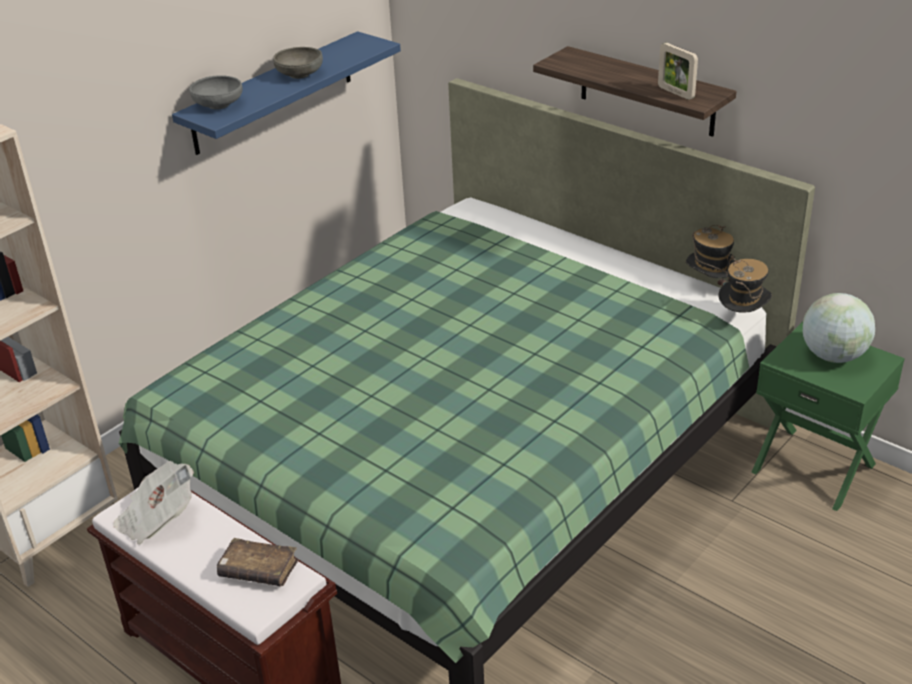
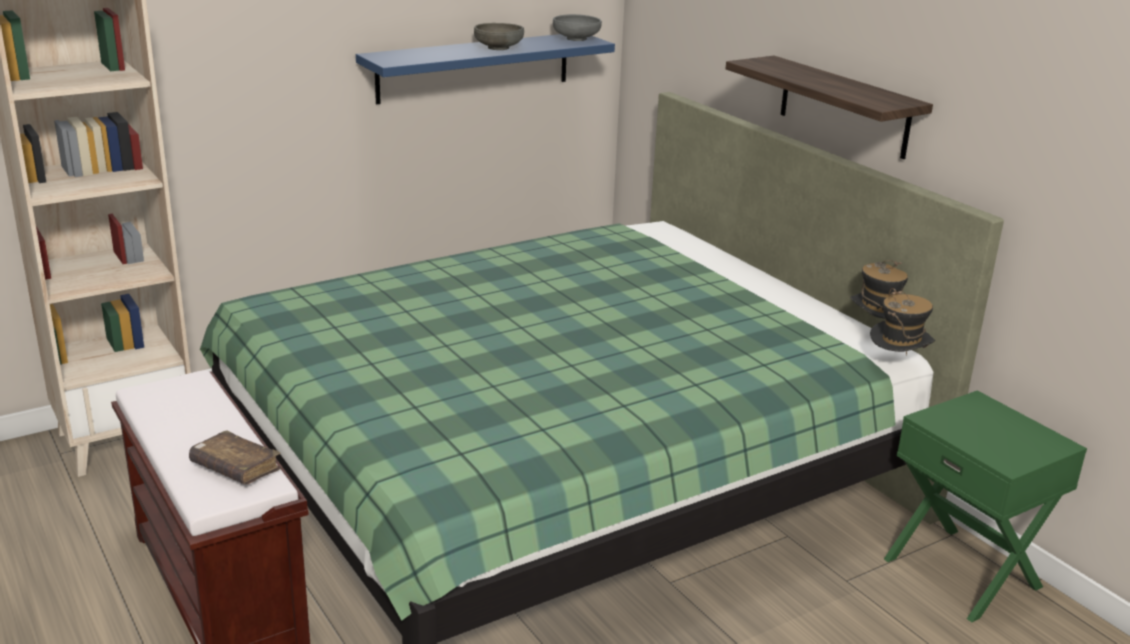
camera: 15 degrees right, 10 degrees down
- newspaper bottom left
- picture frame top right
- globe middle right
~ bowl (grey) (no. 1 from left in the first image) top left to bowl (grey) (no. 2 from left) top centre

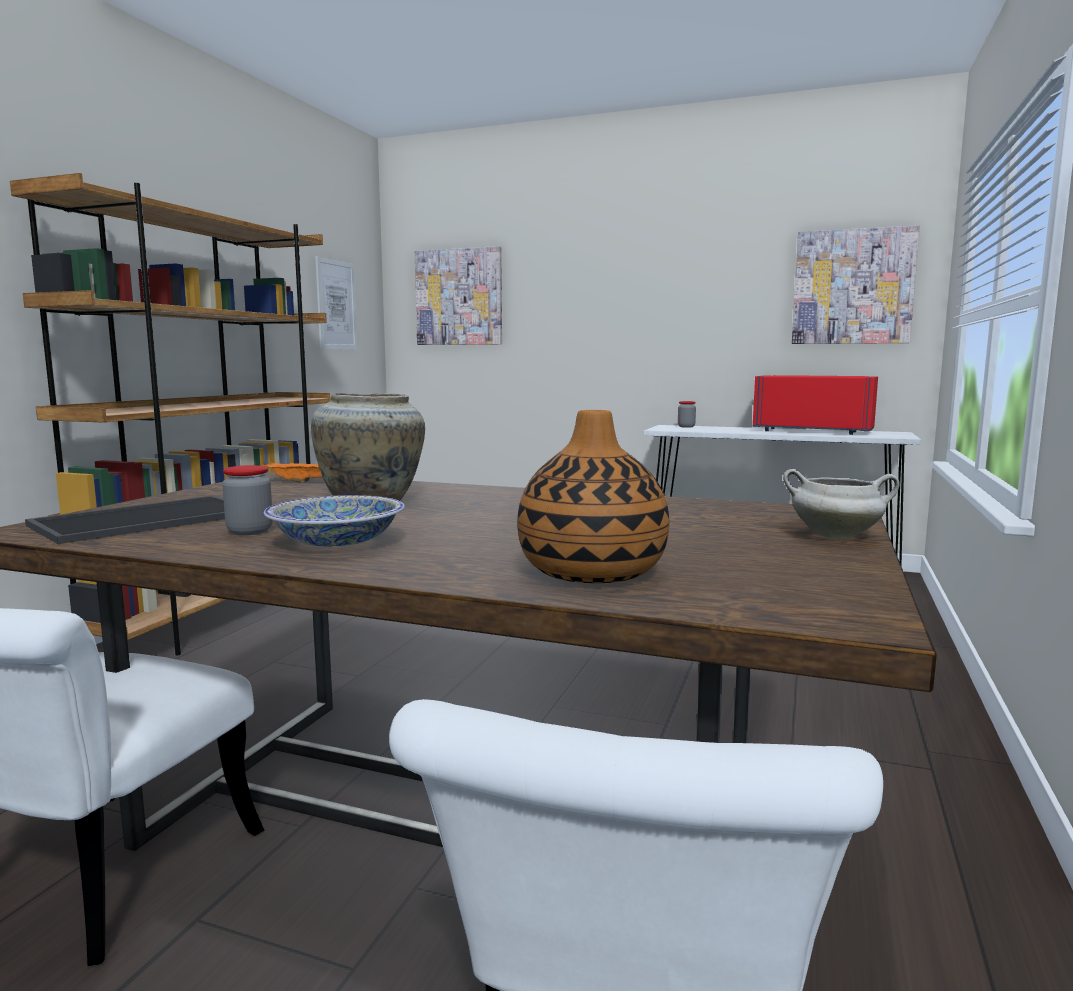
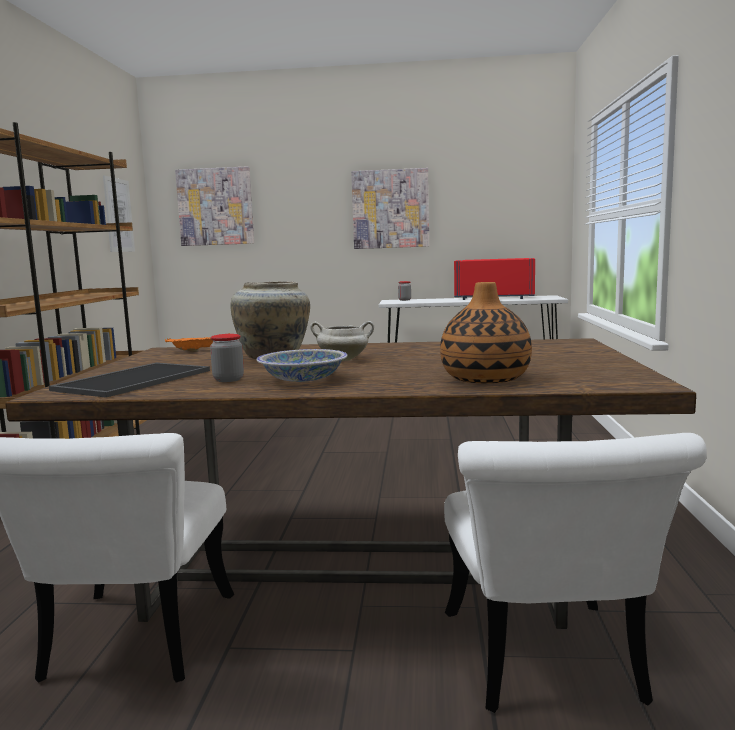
camera: 15 degrees left, 0 degrees up
~ cooking pot (white) middle right to centre
~ picture (no. 3 from left) top right to top centre

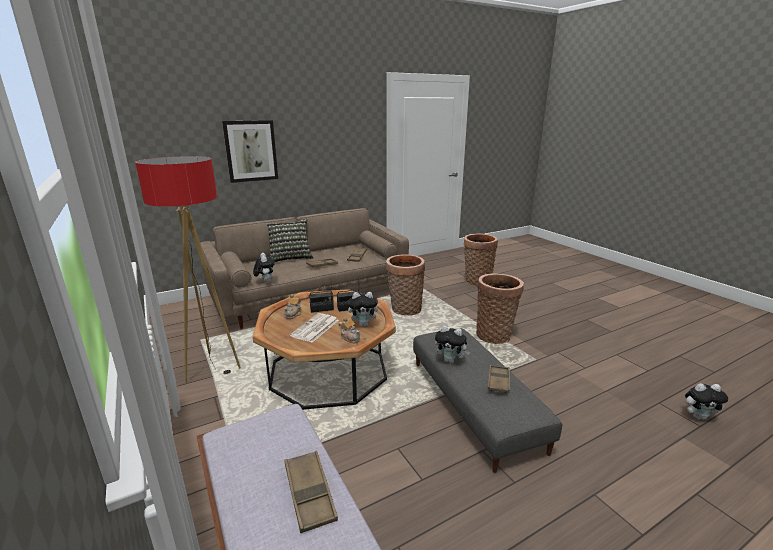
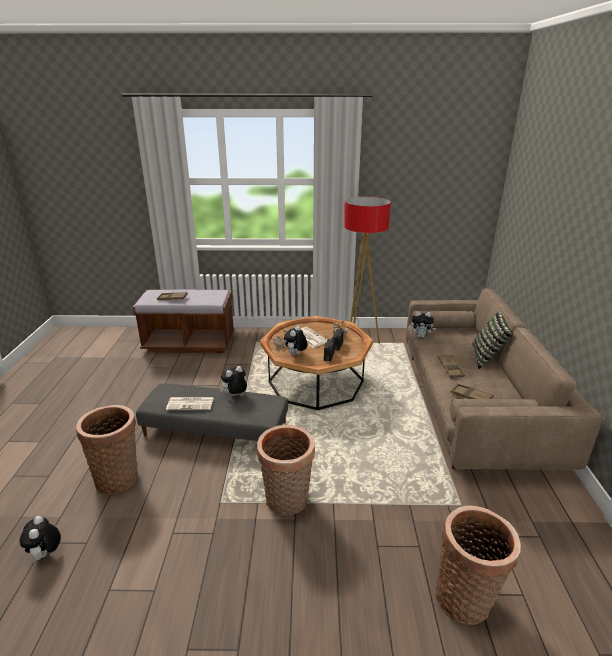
camera: 120 degrees right, 5 degrees up
- picture top left
~ basket (no. 1 from left) centre to bottom left
~ tray (brown) (no. 4 from left) bottom centre to newspaper (no. 1 from left) middle left
~ plush toy (no. 4 from left in the first image) bottom right = bottom left 45 degrees counterclockwise

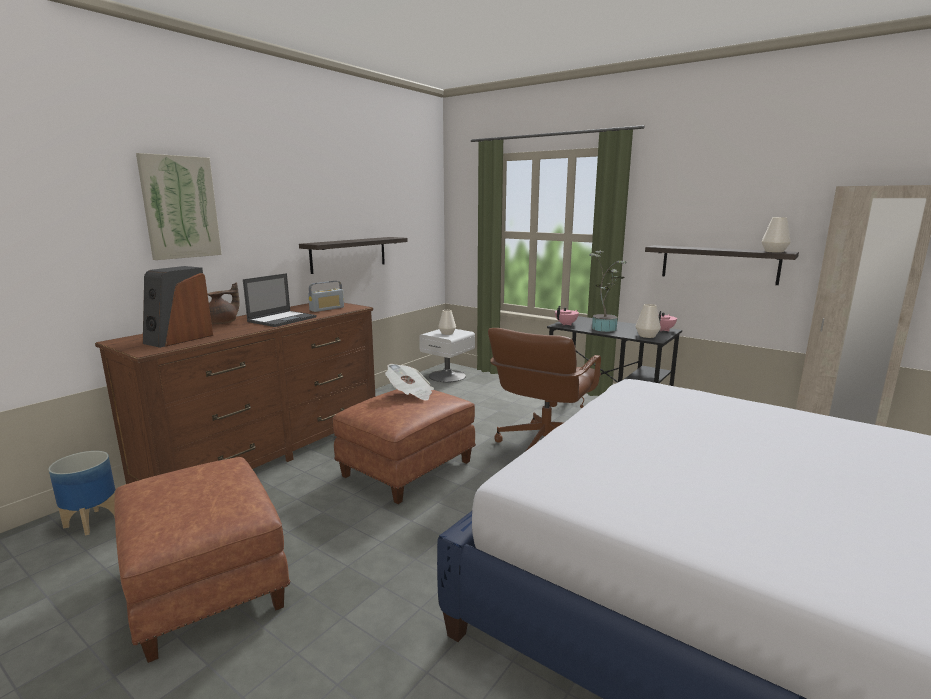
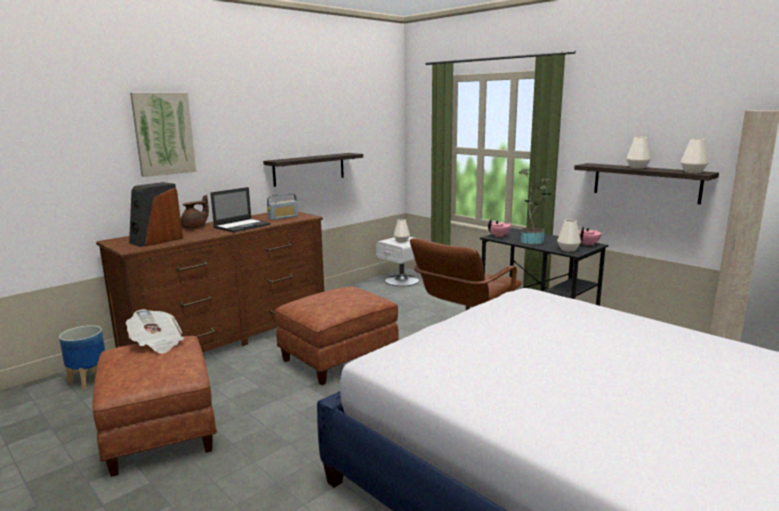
camera: 10 degrees right, 0 degrees up
+ vase (white) (no. 3 from left) top right
~ newspaper centre to middle left

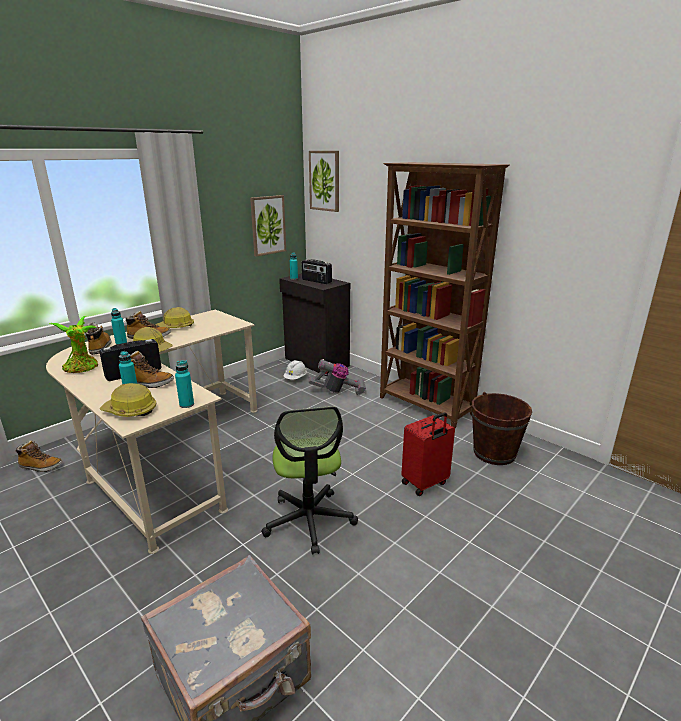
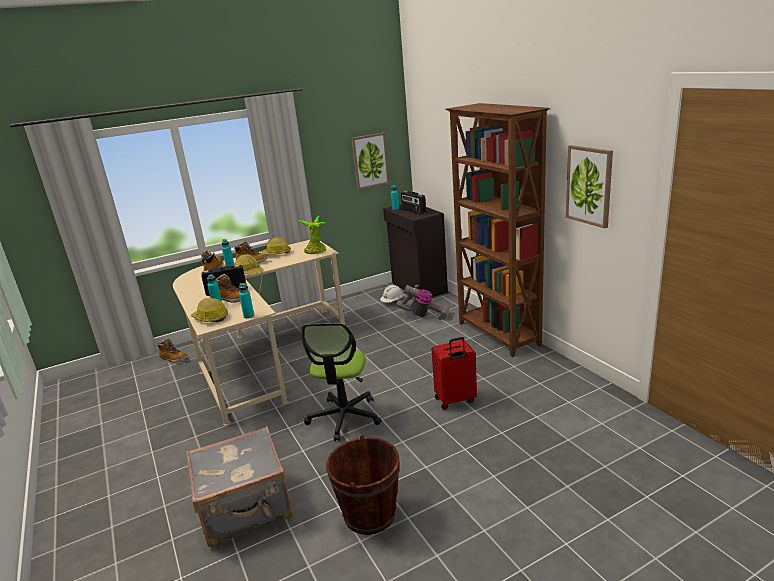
camera: 20 degrees right, 0 degrees up
~ potted plant middle left to centre
~ picture (no. 2 from left) top centre to top right
~ bucket (brown) middle right to bottom centre

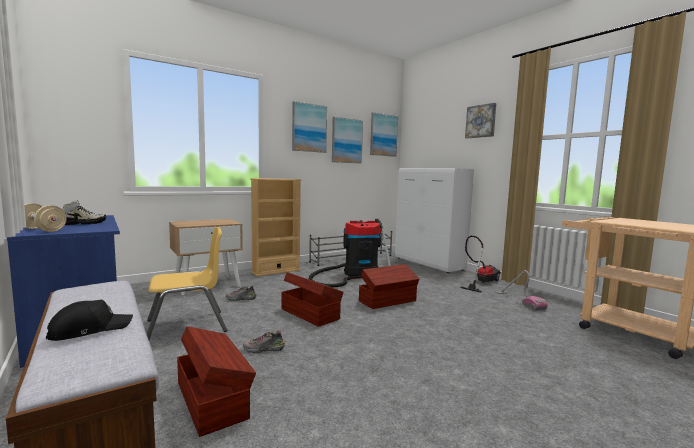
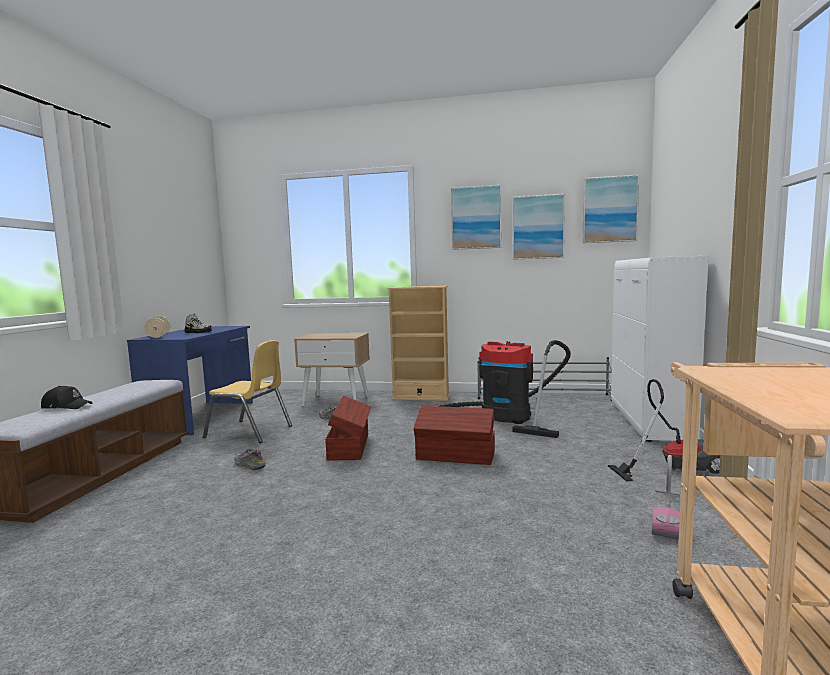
camera: 45 degrees right, 0 degrees up
- storage box (brown) (no. 1 from left) bottom left
- picture (no. 4 from left) top right

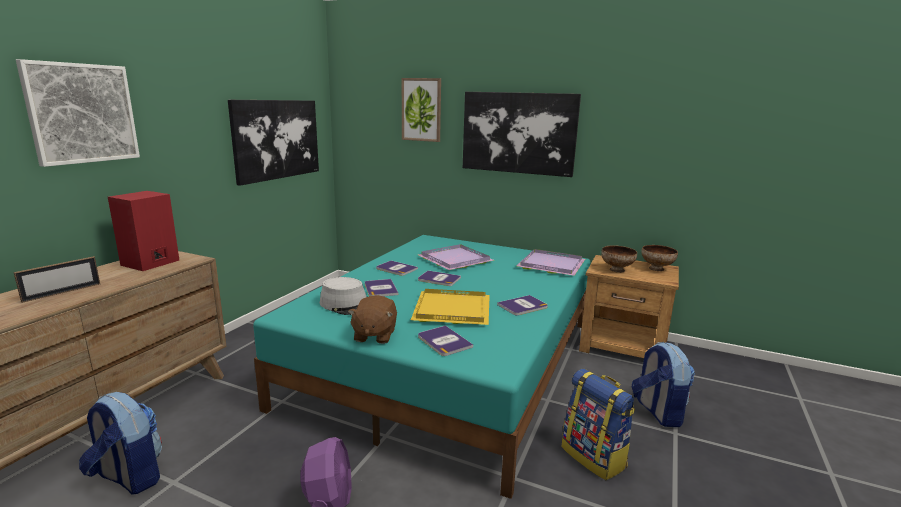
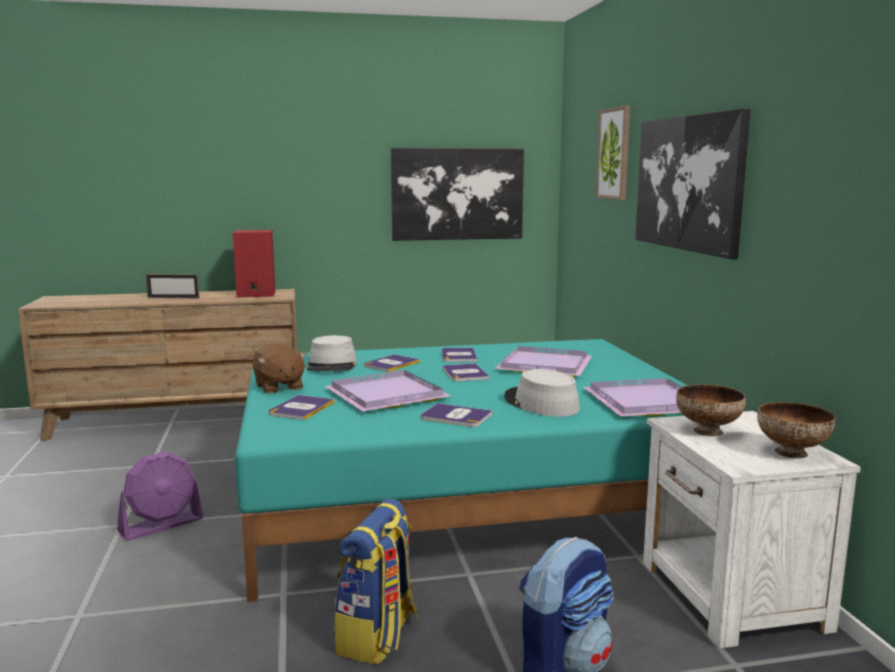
camera: 55 degrees right, 5 degrees down
- picture (no. 1 from left) top left
- backpack (no. 1 from left) bottom left
+ hat (grey) (no. 2 from left) centre
~ tray (yellow) centre to tray (purple) (no. 1 from left) centre
~ nightstand (brown) middle right to nightstand (white) bottom right
~ plush toy (brown) centre = middle left 90 degrees counterclockwise

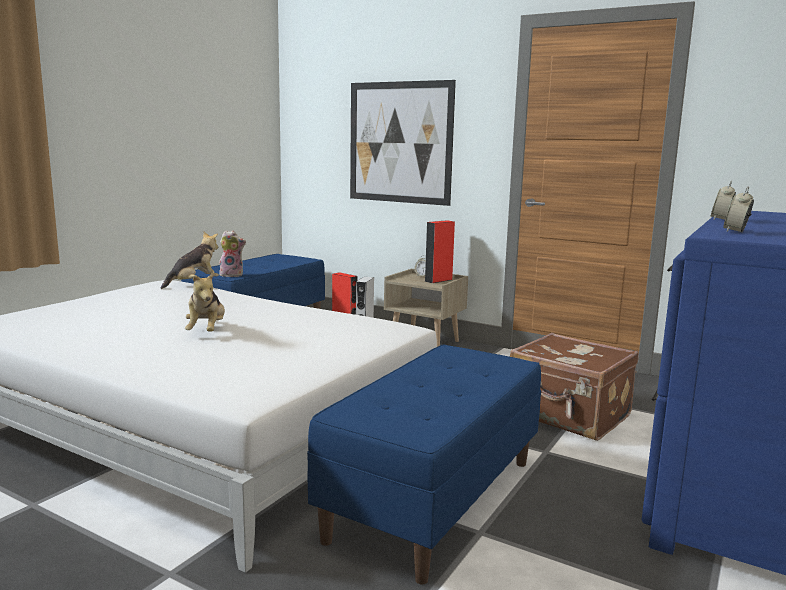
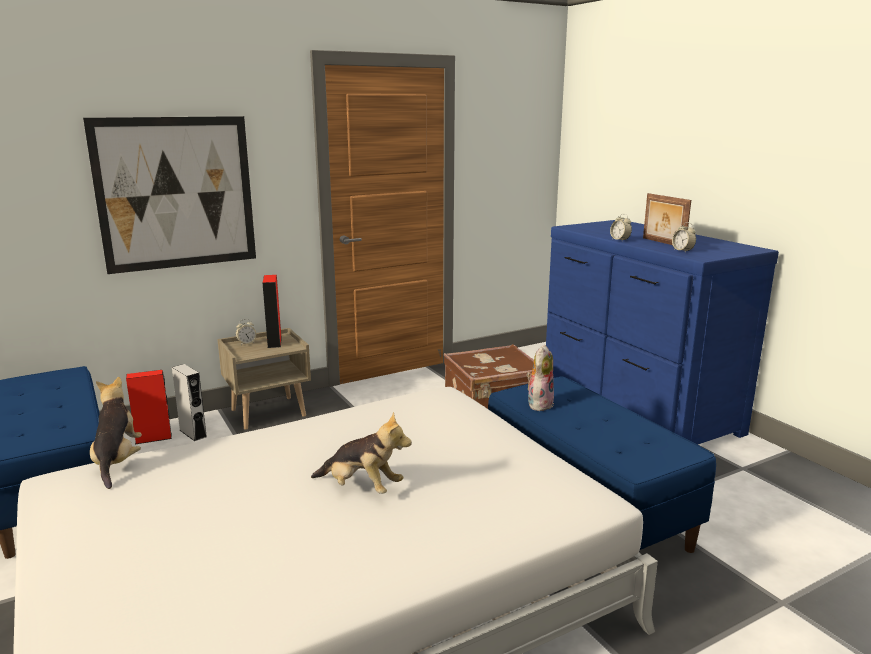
camera: 60 degrees left, 5 degrees up
+ picture frame middle right
~ plush toy (no. 3 from left) middle left to centre

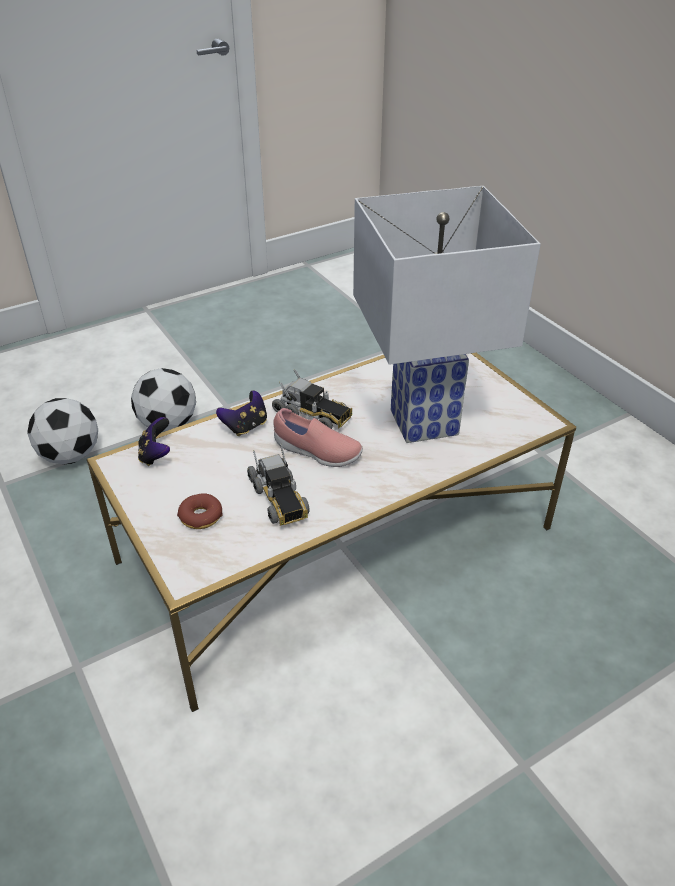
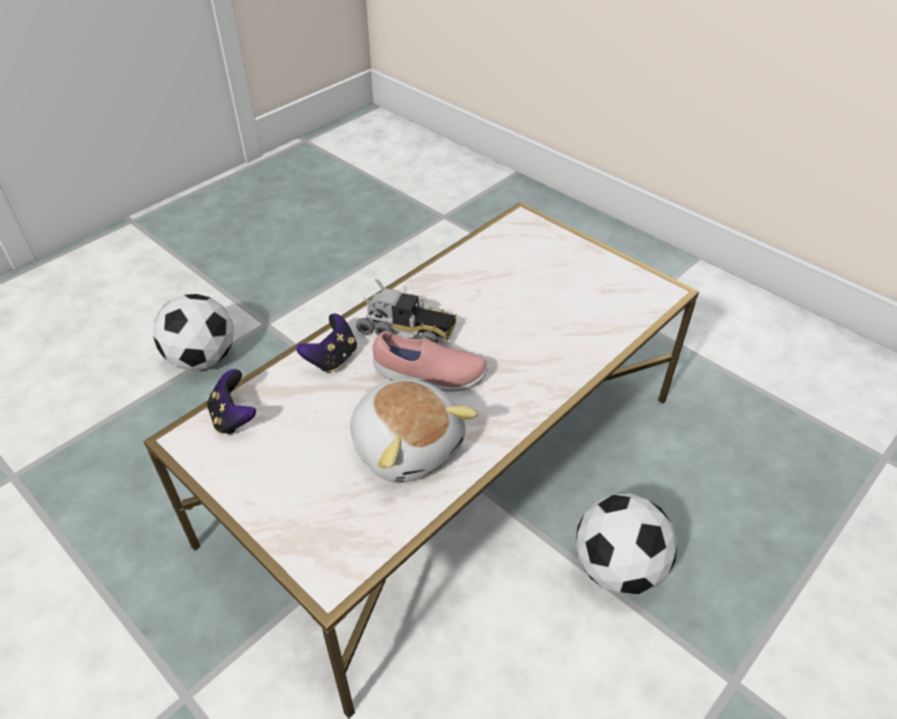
camera: 15 degrees left, 5 degrees up
- donut middle left
- table lamp (white) centre
~ football (no. 1 from left in the first image) middle left to football (no. 2 from left) bottom right
~ toy truck (no. 1 from left) centre to plush toy centre

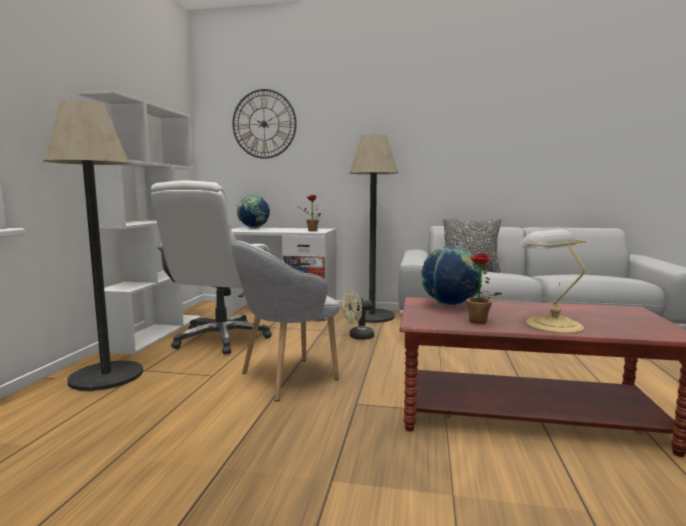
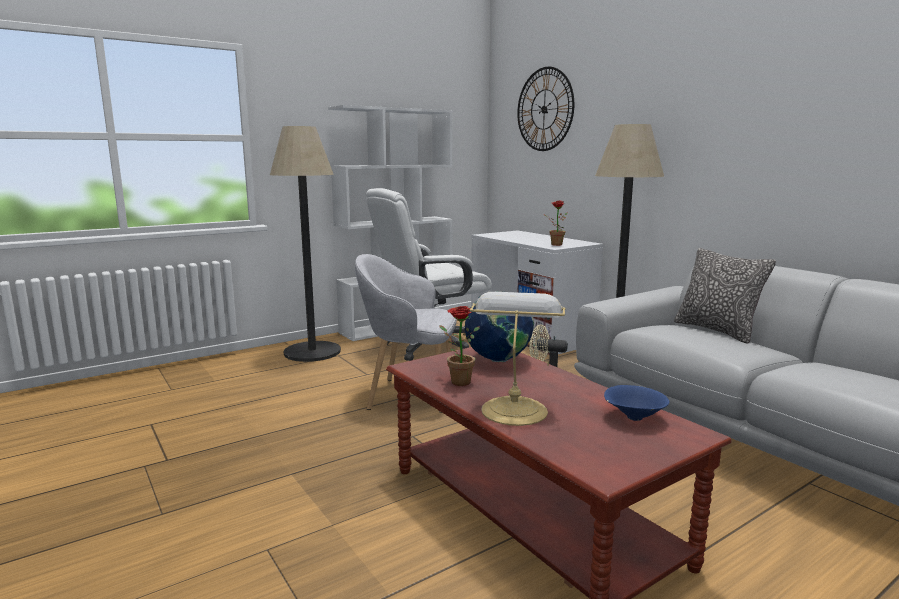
camera: 45 degrees right, 5 degrees up
- globe (no. 1 from left) centre
+ bowl (blue) bottom right

